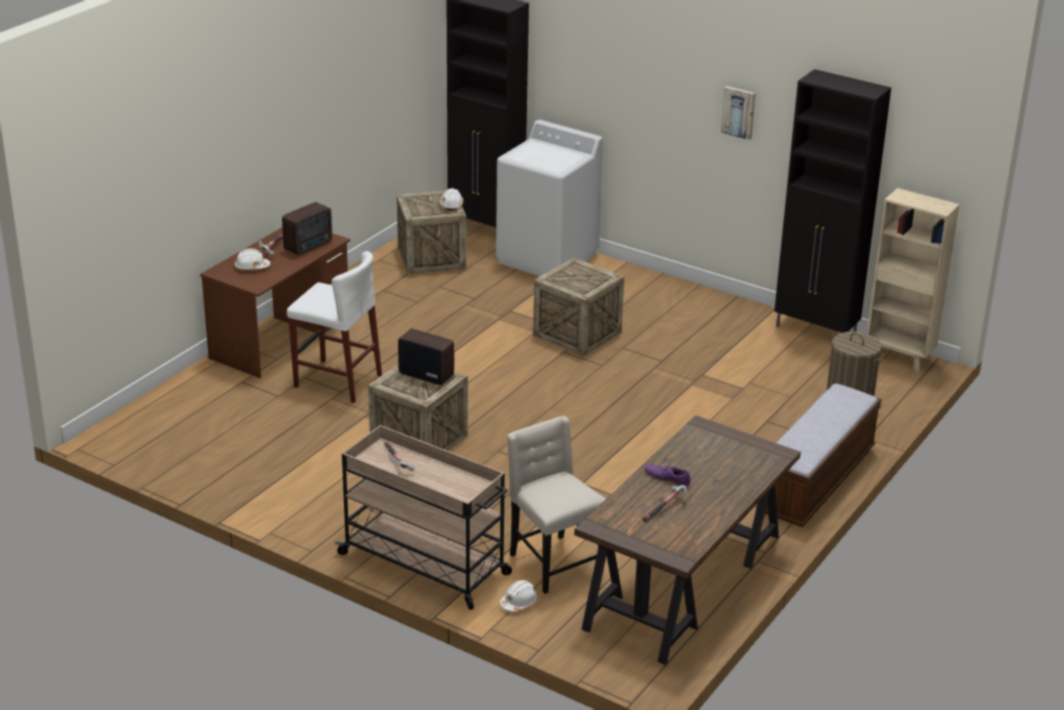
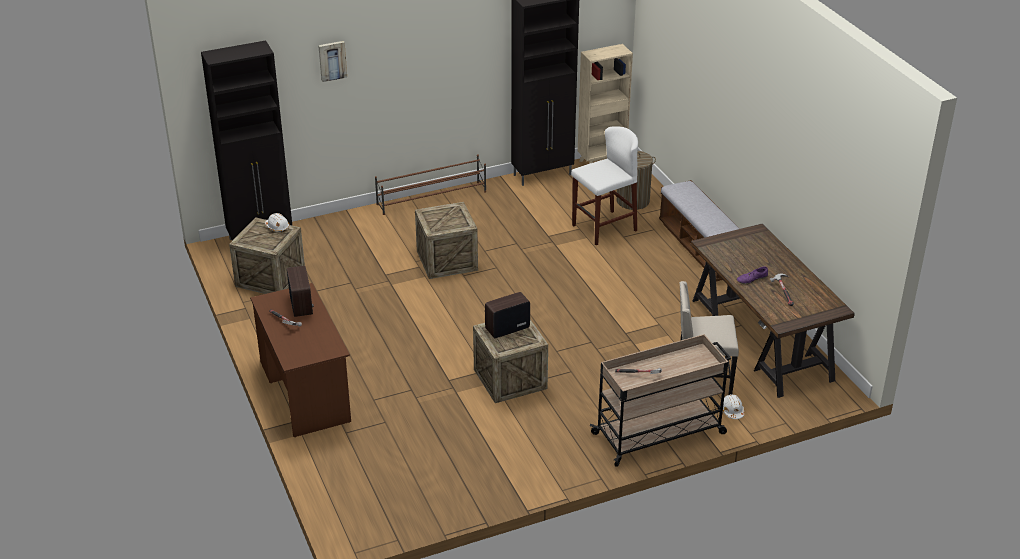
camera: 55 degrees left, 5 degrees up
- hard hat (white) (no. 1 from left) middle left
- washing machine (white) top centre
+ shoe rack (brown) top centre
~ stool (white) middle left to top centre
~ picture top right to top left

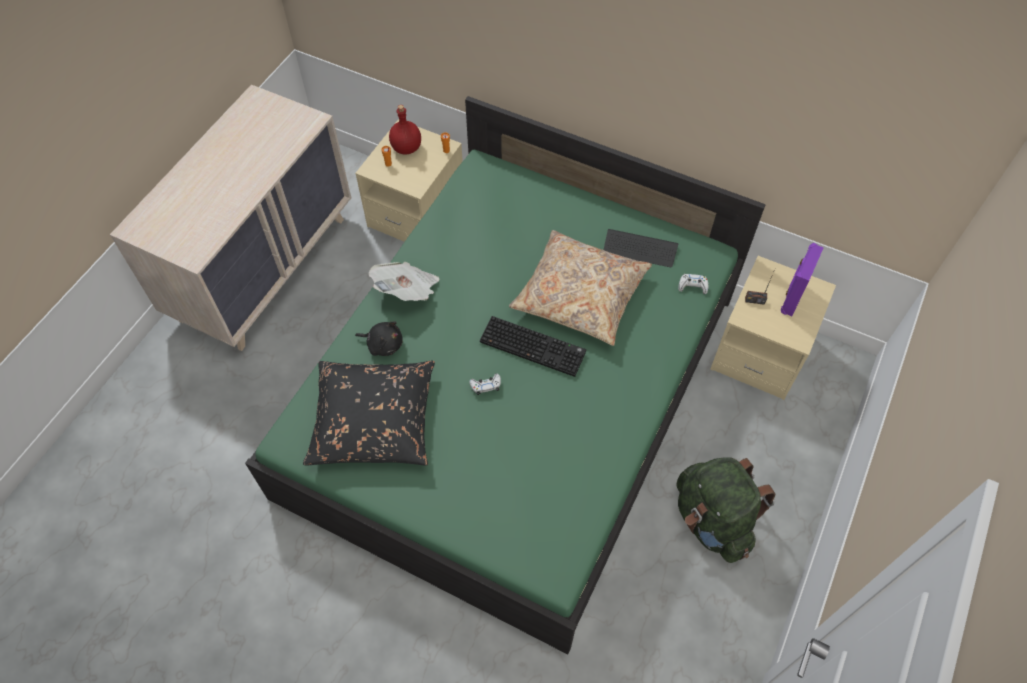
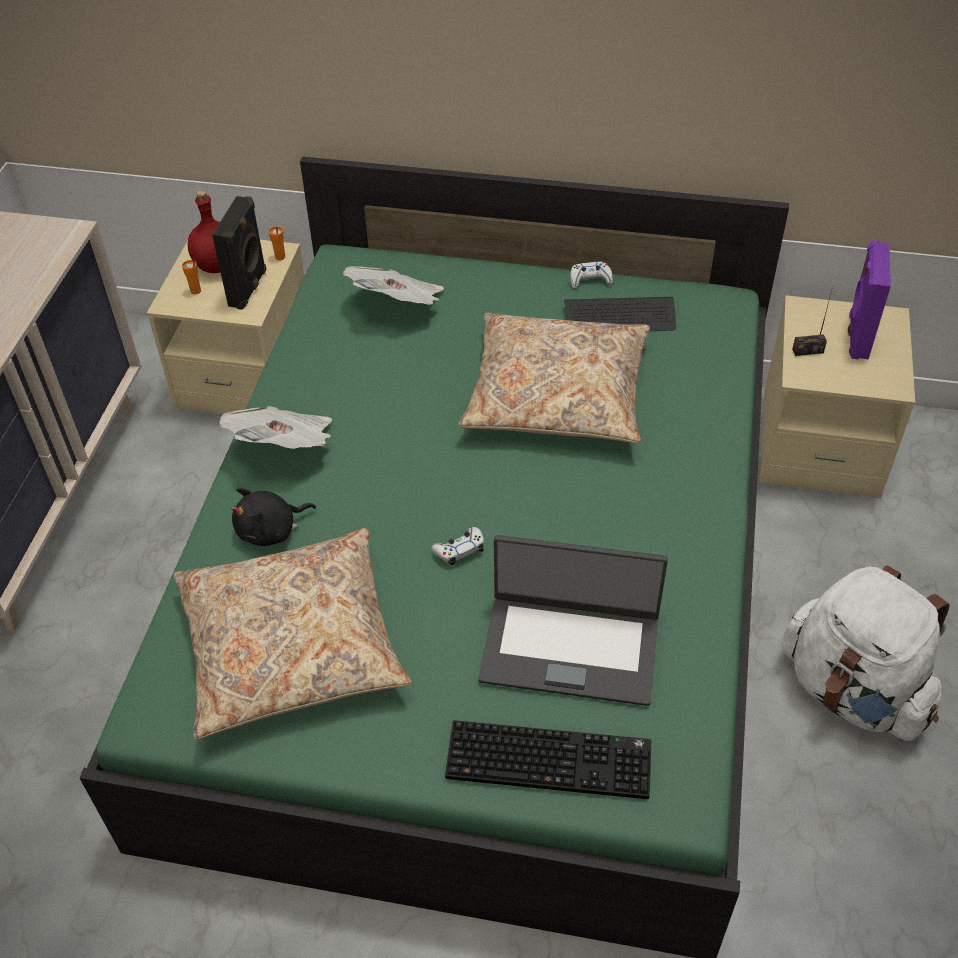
camera: 15 degrees left, 10 degrees down
+ speaker (black) top left
+ newspaper (no. 2 from left) top centre
+ laptop centre
~ keyboard (no. 1 from left) centre to bottom centre
~ game controller (white) (no. 2 from left) middle right to top centre
~ pillow (black) centre to pillow (beige) (no. 1 from left) middle left
~ backpack (green) bottom right to backpack (white) bottom right
~ plush toy (black) centre = middle left 150 degrees clockwise

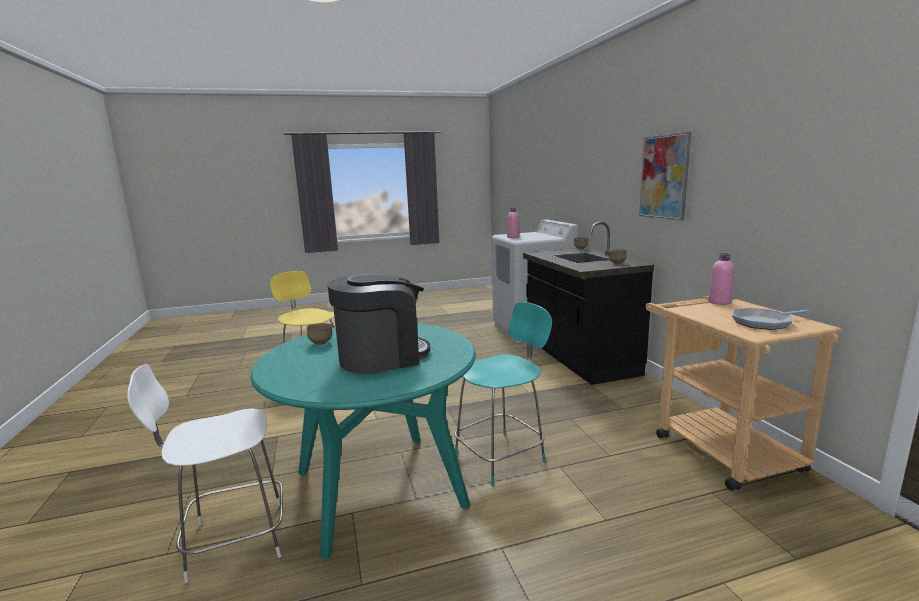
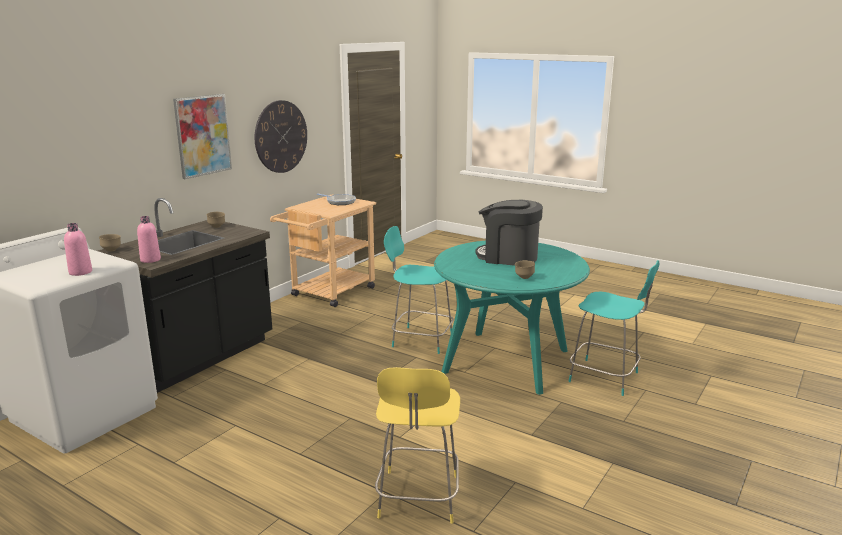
camera: 130 degrees left, 5 degrees up
+ wall clock top centre
~ bottle (pink) (no. 2 from left) middle right to middle left
~ stool (white) bottom left to stool (turquoise) (no. 2 from left) middle right

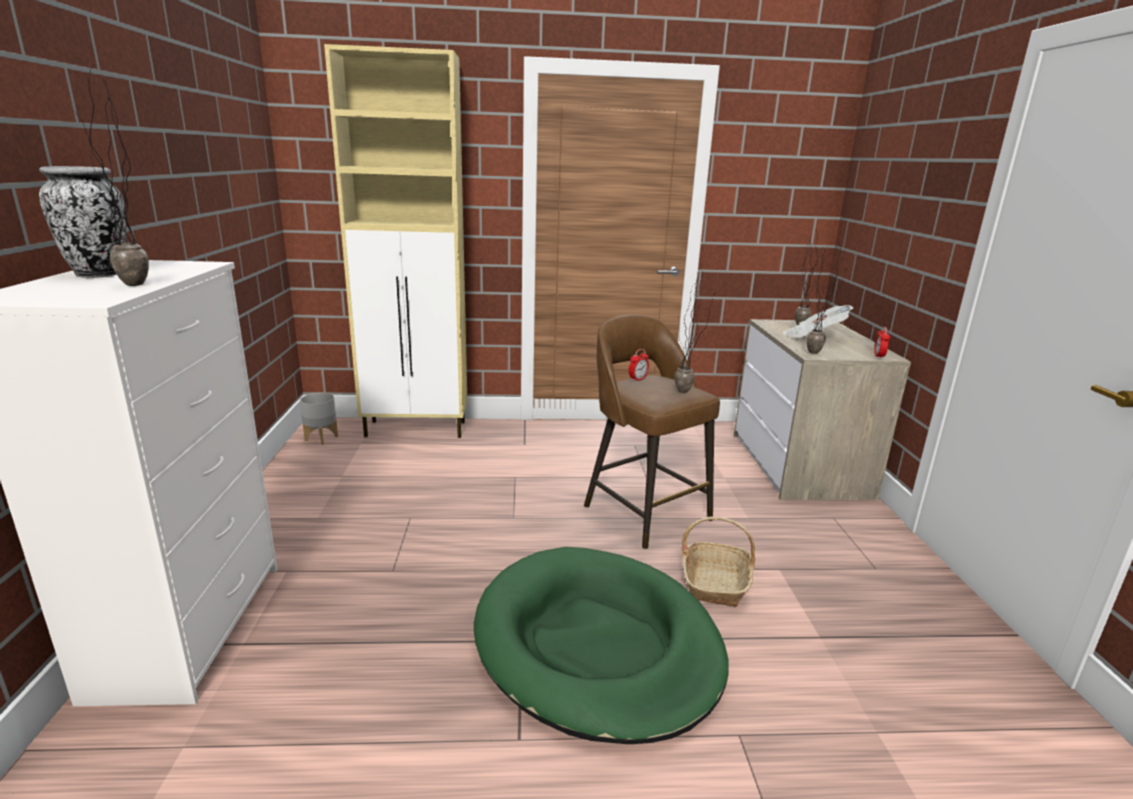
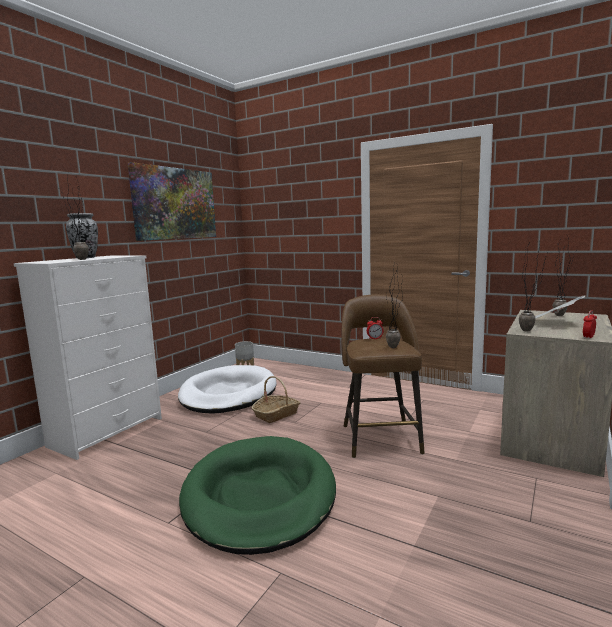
camera: 35 degrees right, 10 degrees down
- cabinet (beige) top centre
+ picture top left
+ dog bed (white) centre
~ basket bottom centre to centre

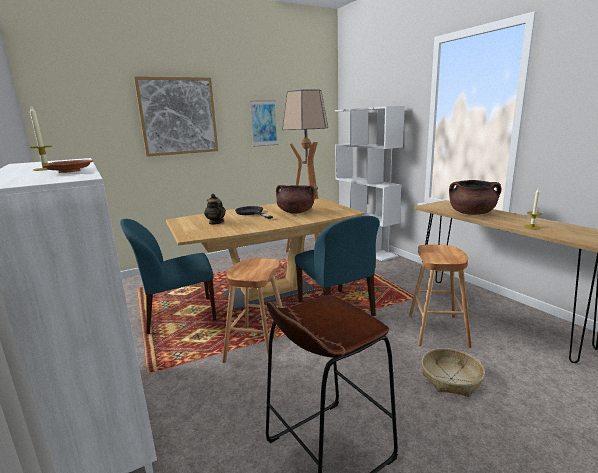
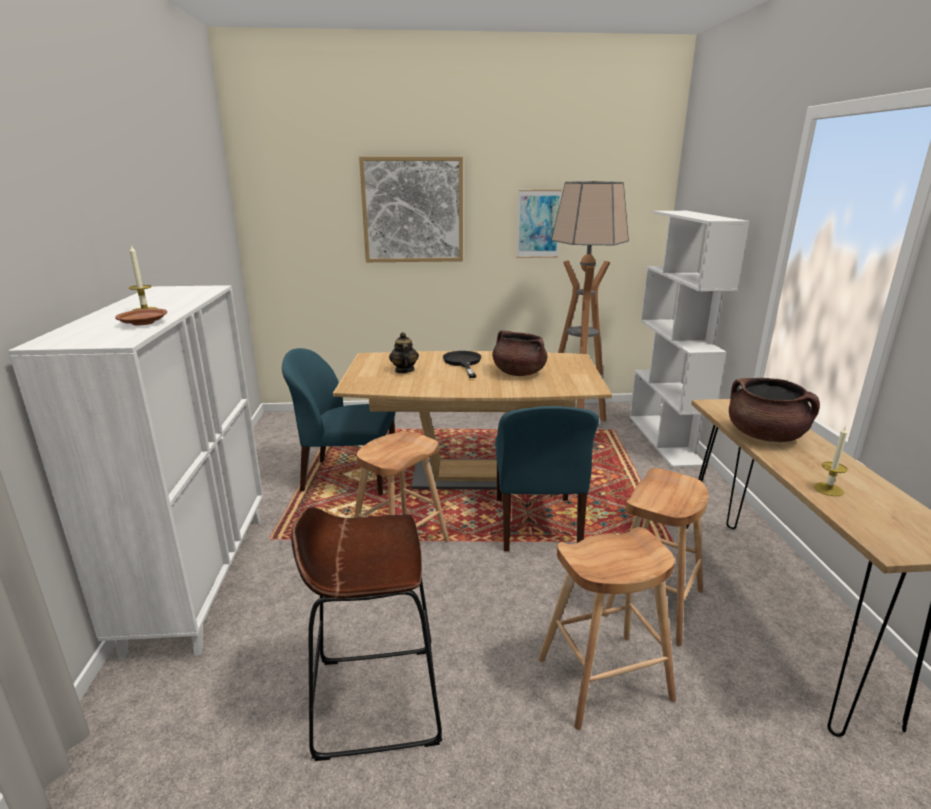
camera: 25 degrees right, 5 degrees up
~ basket bottom right to stool (brown) (no. 3 from left) bottom centre

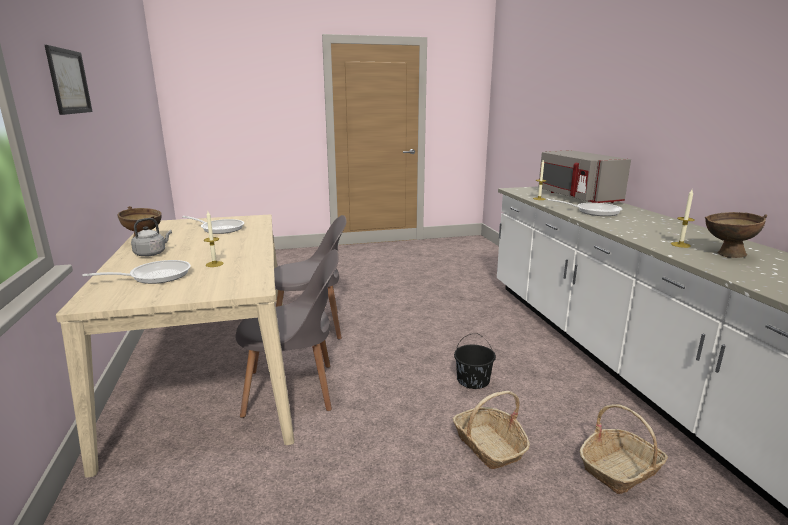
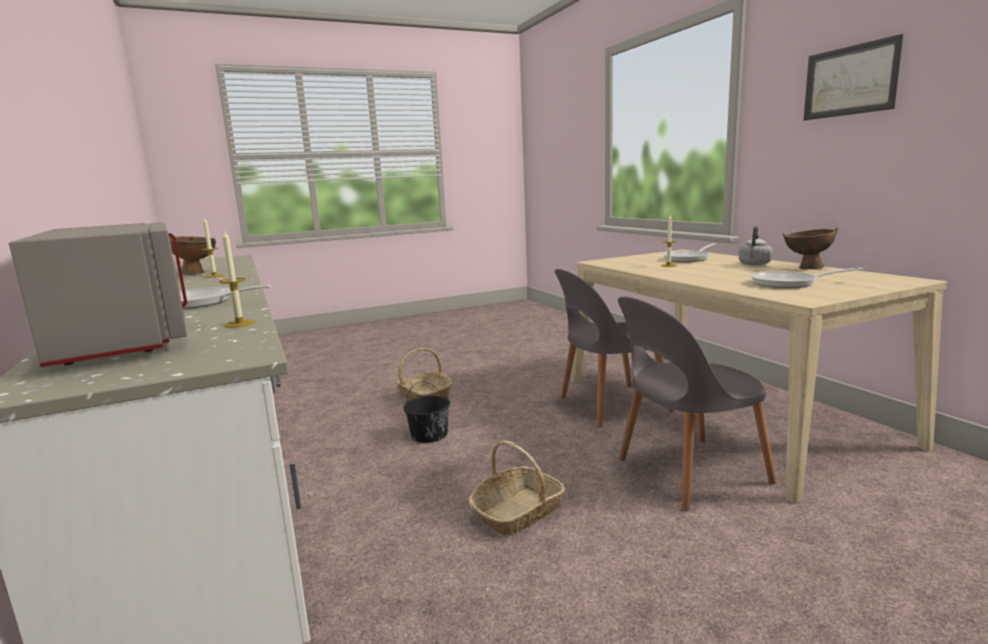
camera: 170 degrees right, 5 degrees down
~ basket (no. 2 from left) bottom right to bottom centre

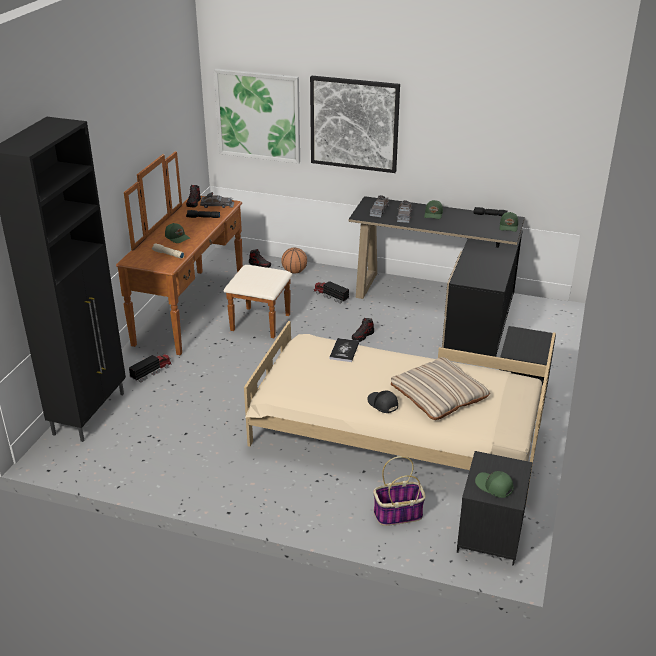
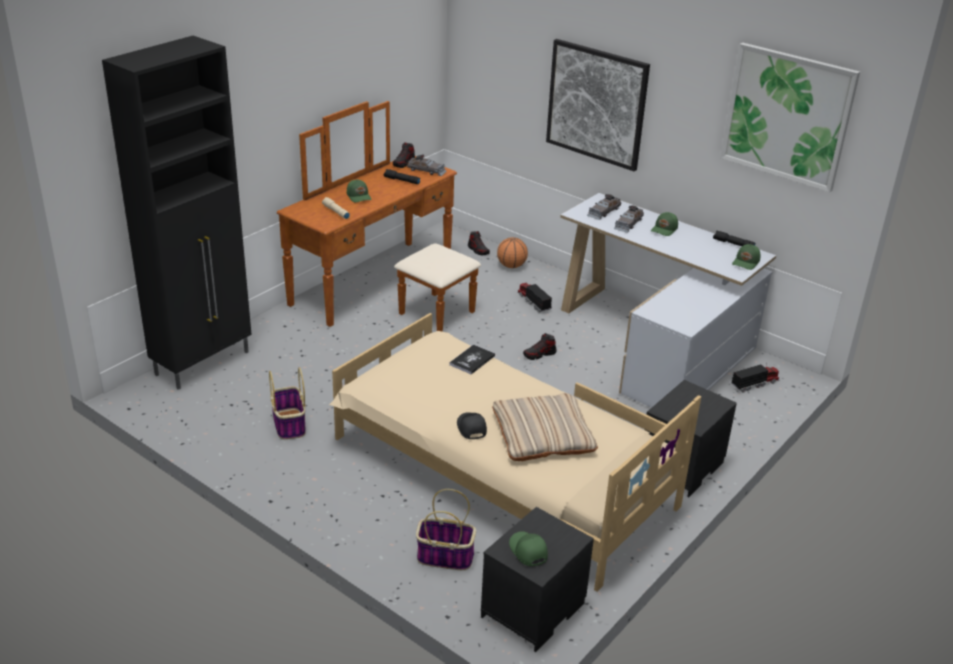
camera: 20 degrees right, 0 degrees up
+ basket (no. 1 from left) middle left
~ toy truck (no. 1 from left in the first image) middle left to toy truck (no. 2 from left) middle right
~ picture (no. 1 from left in the first image) top centre to picture (no. 2 from left) top right
~ desk (black) centre to desk (white) middle right

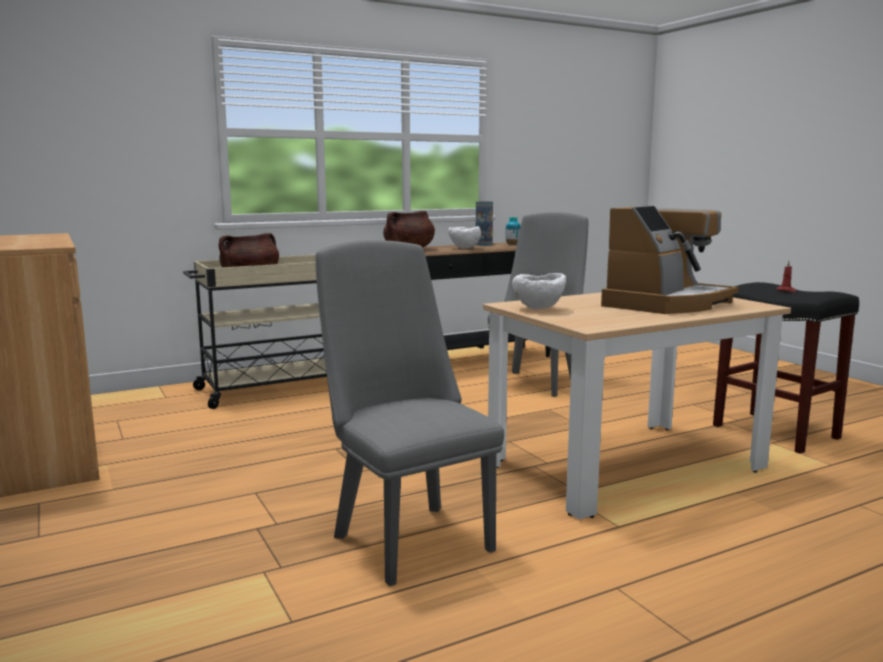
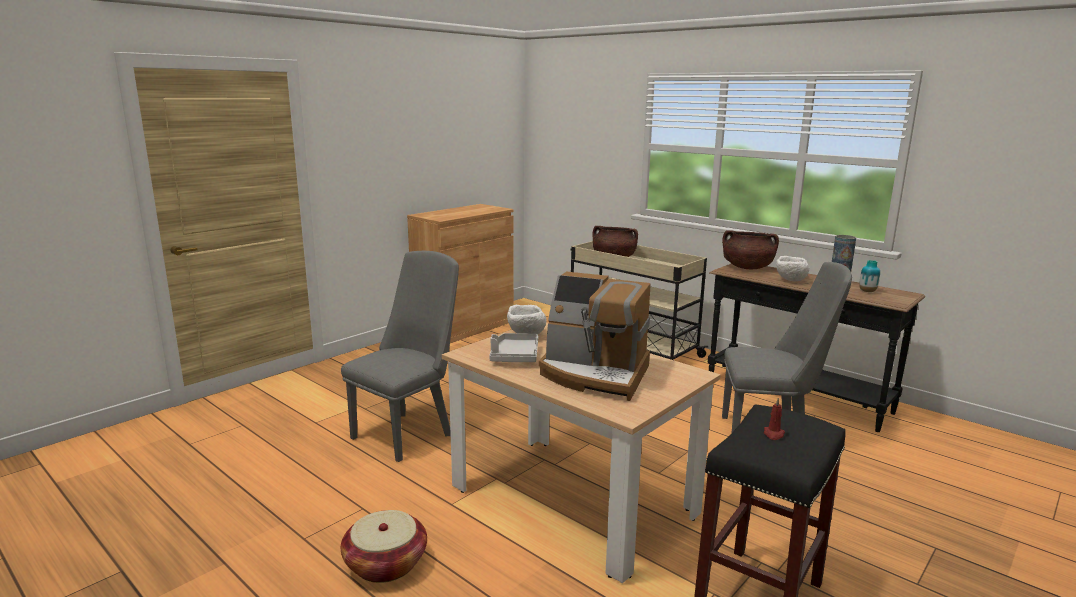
camera: 70 degrees right, 5 degrees up
+ basket bottom centre
+ tray (grey) centre

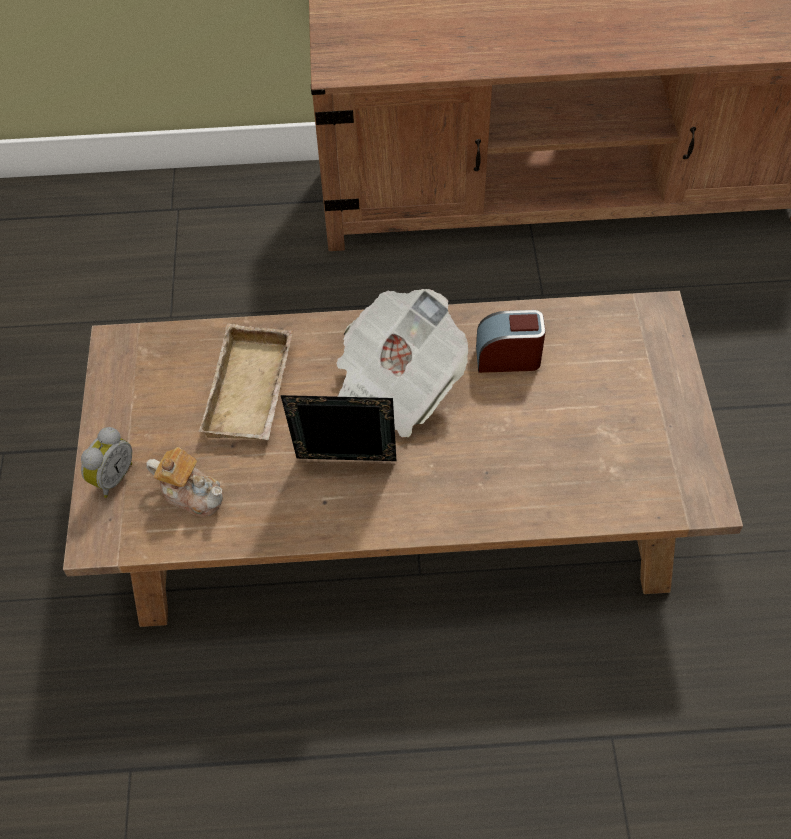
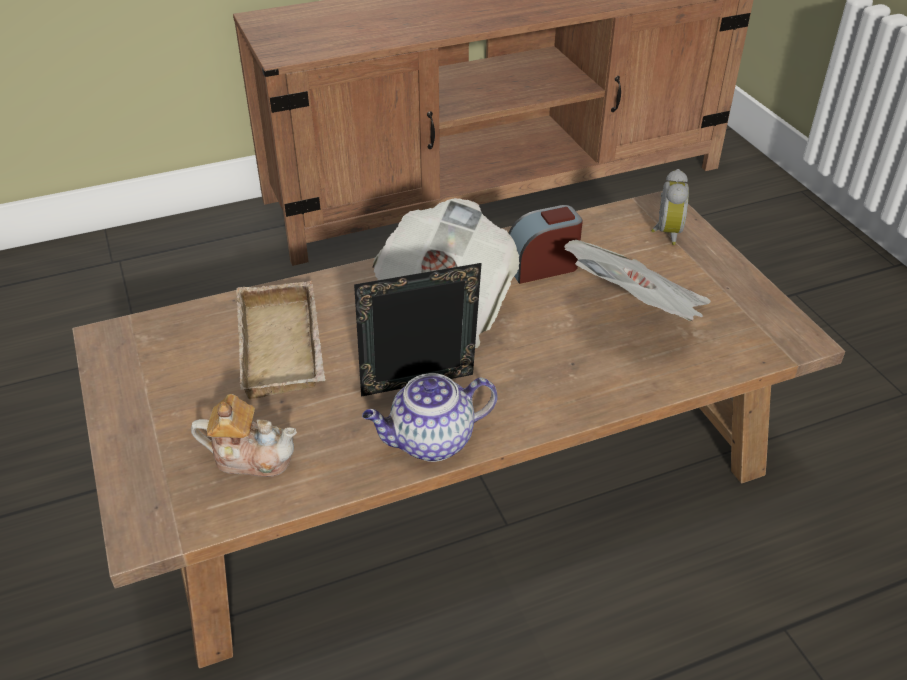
camera: 20 degrees left, 15 degrees down
+ teapot (no. 2 from left) centre
+ newspaper (no. 2 from left) middle right
~ alarm clock (no. 1 from left in the first image) middle left to alarm clock (no. 2 from left) top right

